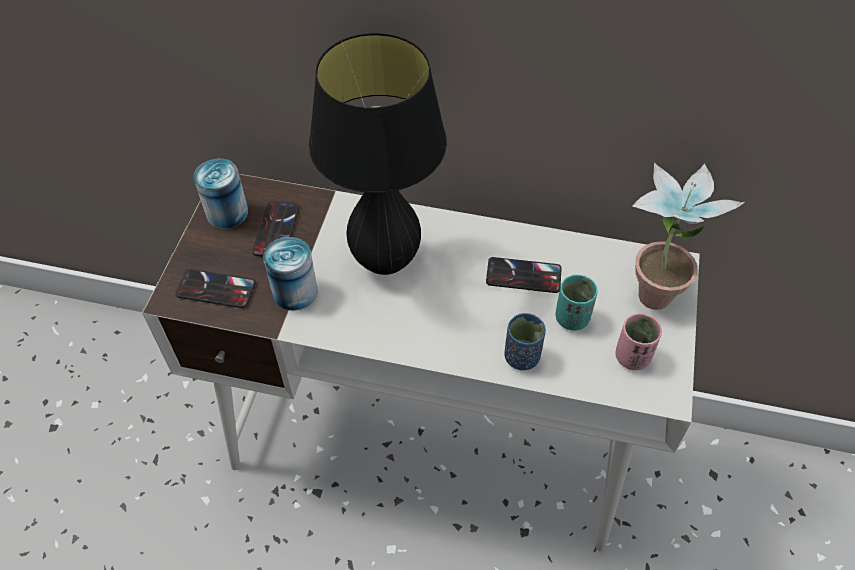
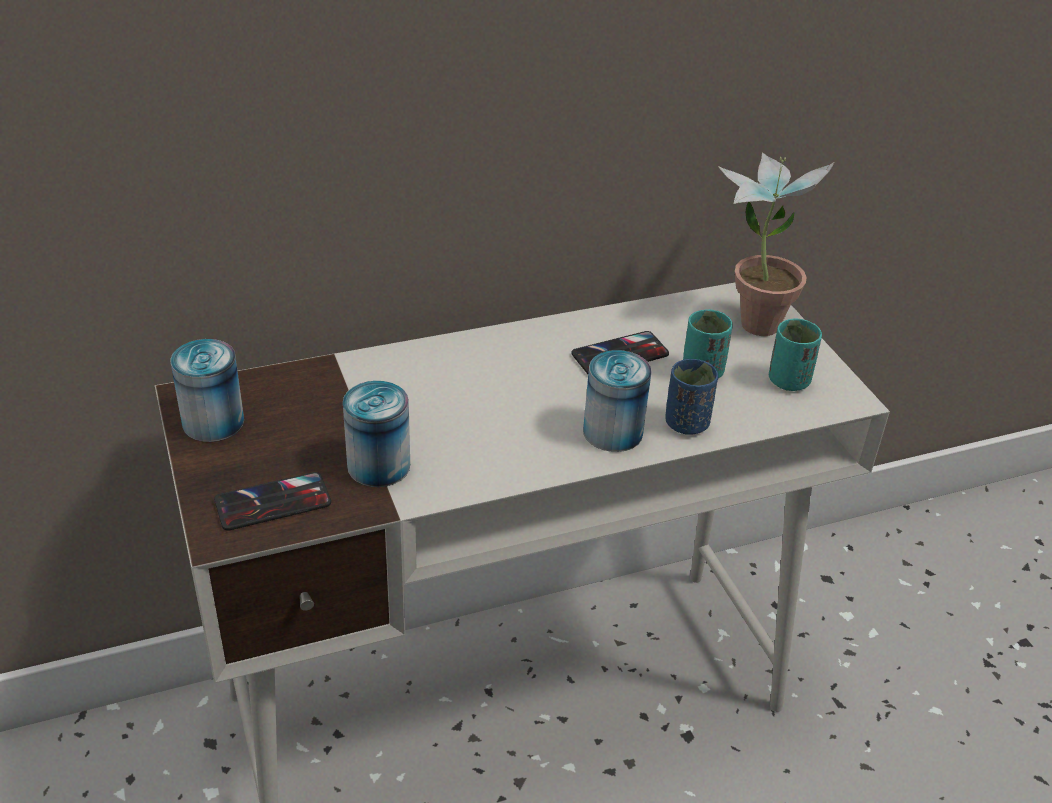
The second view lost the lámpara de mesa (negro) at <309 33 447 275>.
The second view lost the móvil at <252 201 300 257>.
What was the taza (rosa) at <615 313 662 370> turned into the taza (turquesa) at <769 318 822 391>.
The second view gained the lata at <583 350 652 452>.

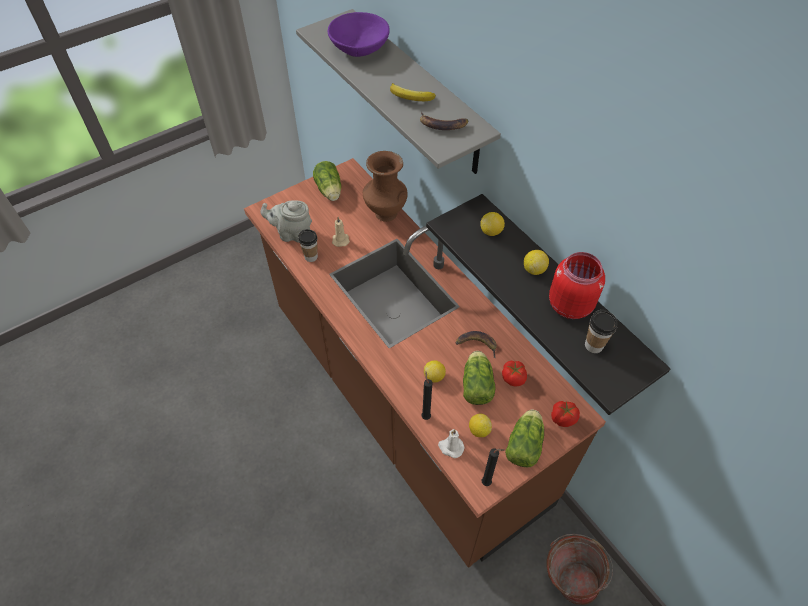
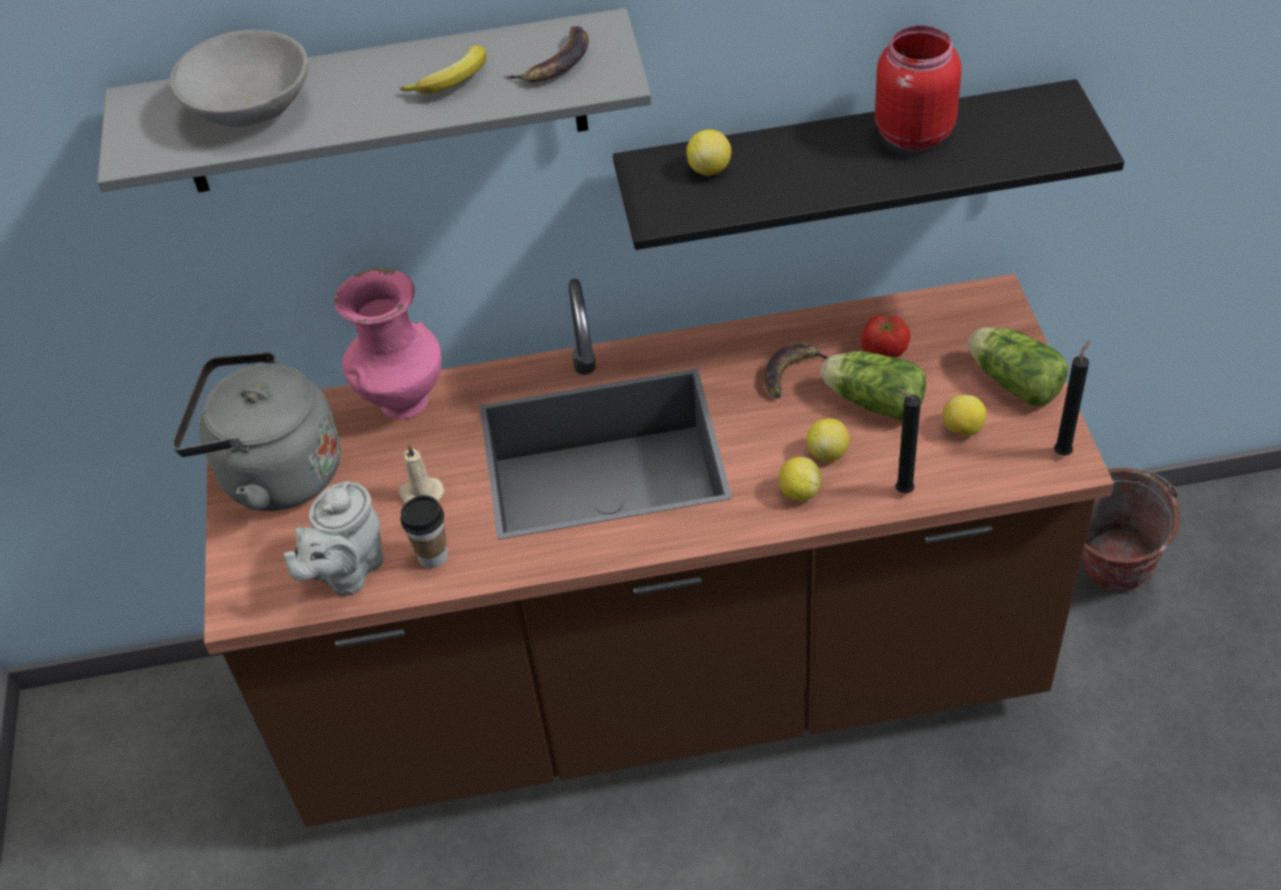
What was the cuenco (morado) at <328 12 390 57> turned into the cuenco (gris) at <170 29 309 127>.
What was the florero (marrón) at <363 151 408 222> turned into the florero (rosa) at <334 268 442 419>.
Where the lechuga stood at <313 161 341 201>, the hervidor (gris) came to stand at <173 352 341 511>.
The limón ended up elsewhere, having gone from <524 250 549 275> to <779 457 822 501>.
The second view lost the taza at <585 310 618 353>.
The second view lost the tomate at <551 401 580 427>.
The second view lost the vela (blanco) at <438 429 465 458>.

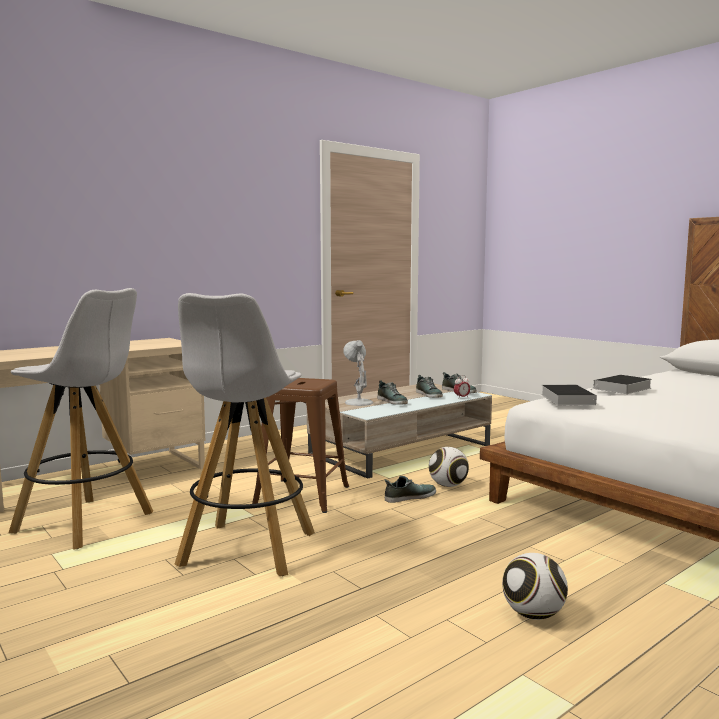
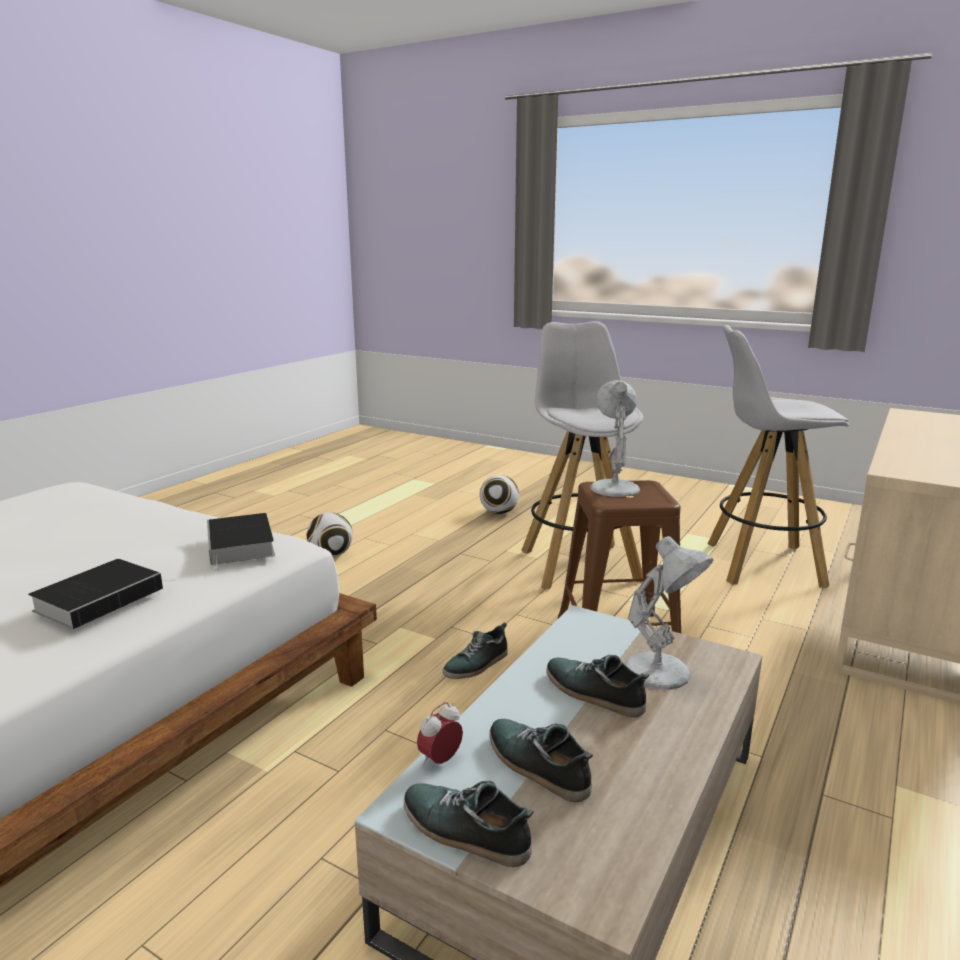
The balón de fútbol ended up elsewhere, having gone from <429 447 469 487> to <480 475 519 514>.
The second view gained the lámpara de mesa (blanco) at <590 380 640 497>.

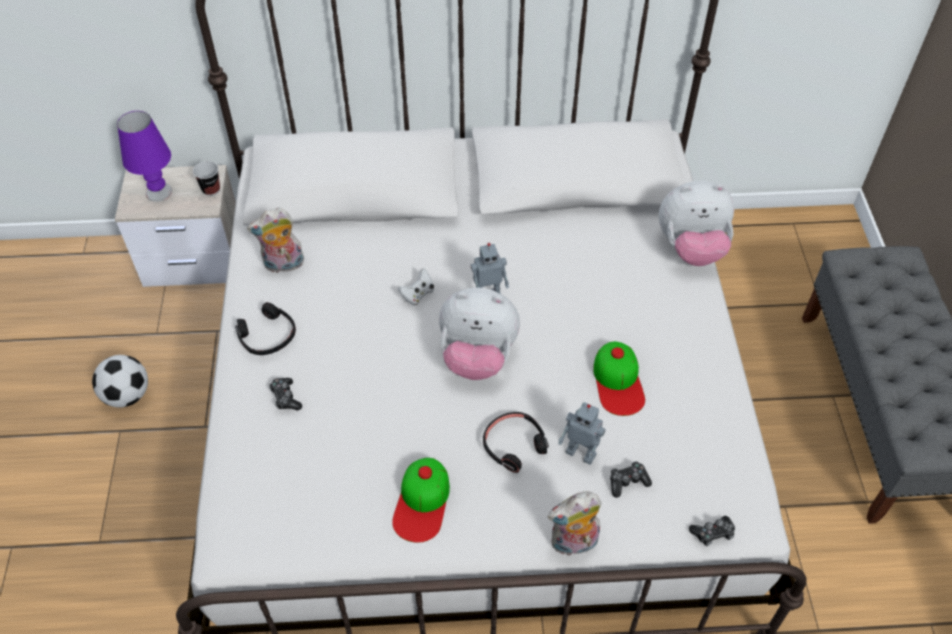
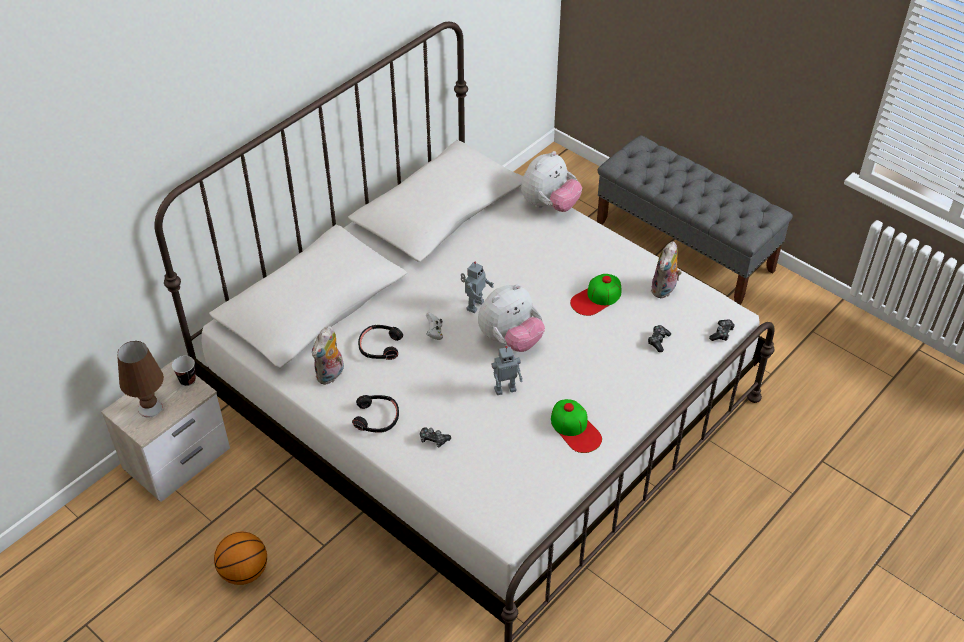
What was the lámpara de mesa (morado) at <117 111 172 202> turned into the lámpara de mesa (marrón) at <117 341 164 417>.
The gorra at <593 341 645 416> ended up facing another way, 105 degrees clockwise from before.
Where the balón de fútbol stood at <92 355 148 407>, the balón de baloncesto came to stand at <214 532 267 585>.
The robot de juguete ended up elsewhere, having gone from <558 402 606 465> to <492 346 523 395>.
The auriculares (negro) ended up elsewhere, having gone from <483 412 549 473> to <358 325 403 360>.
The peluche ended up elsewhere, having gone from <548 492 602 556> to <651 241 682 299>.

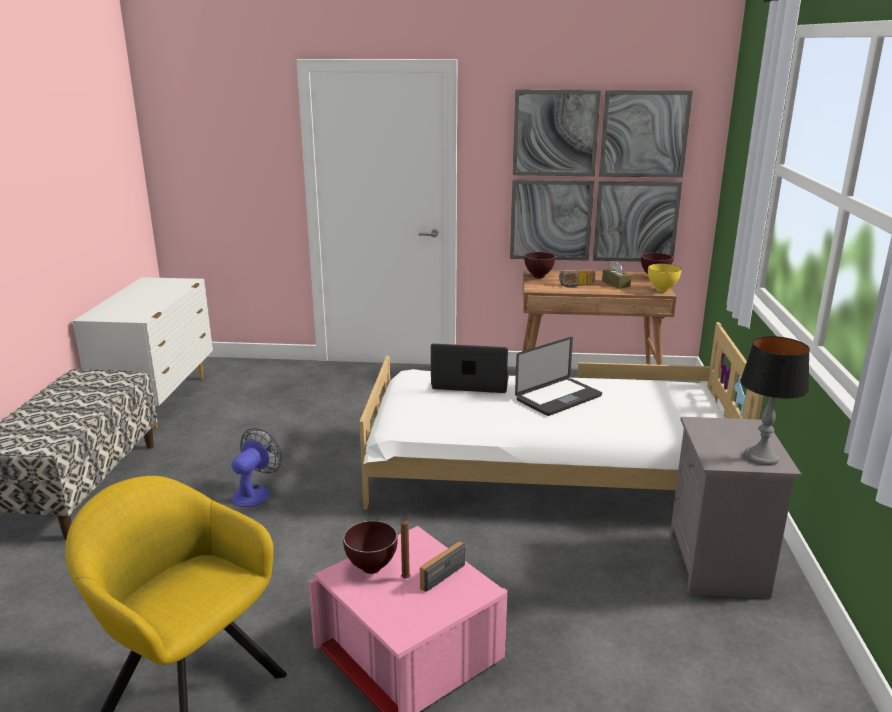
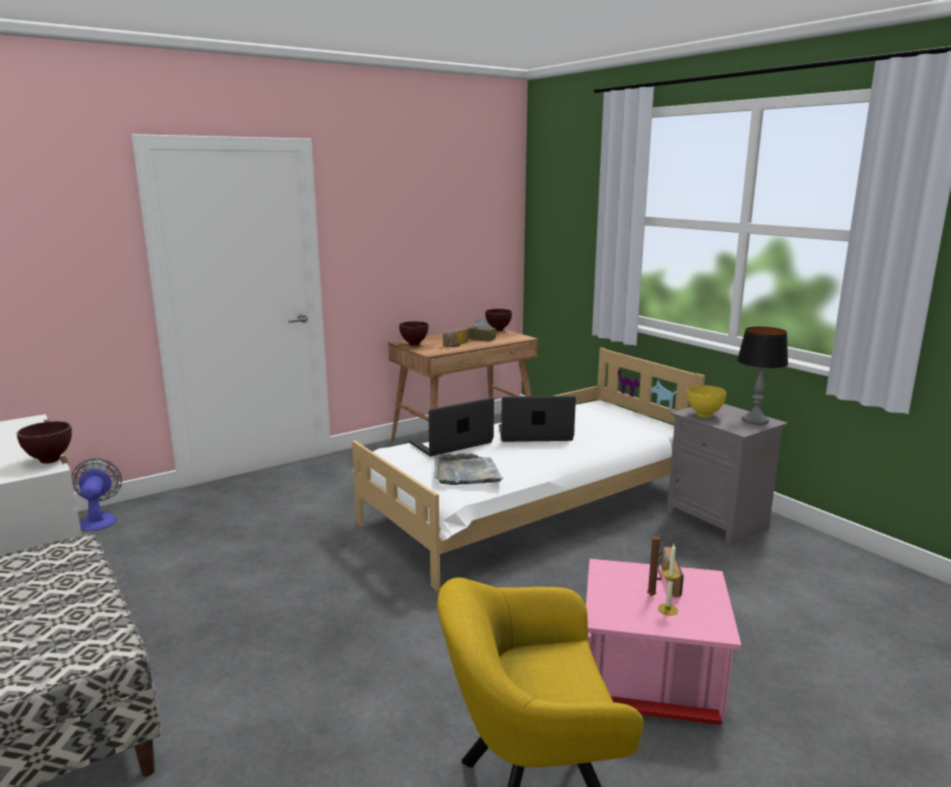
The second view lost the cuadro at <510 89 693 262>.
The cuenco (amarillo) ended up elsewhere, having gone from <648 264 681 292> to <687 385 727 418>.
The portátil at <515 337 602 416> ended up facing another way, 105 degrees counterclockwise from before.
The ventilador ended up elsewhere, having gone from <231 428 282 507> to <71 459 122 531>.
The cuenco (marrón) ended up elsewhere, having gone from <343 520 398 574> to <17 421 72 464>.
The second view gained the bandeja (gris) at <434 453 504 485>.
The second view gained the vela at <658 544 680 616>.

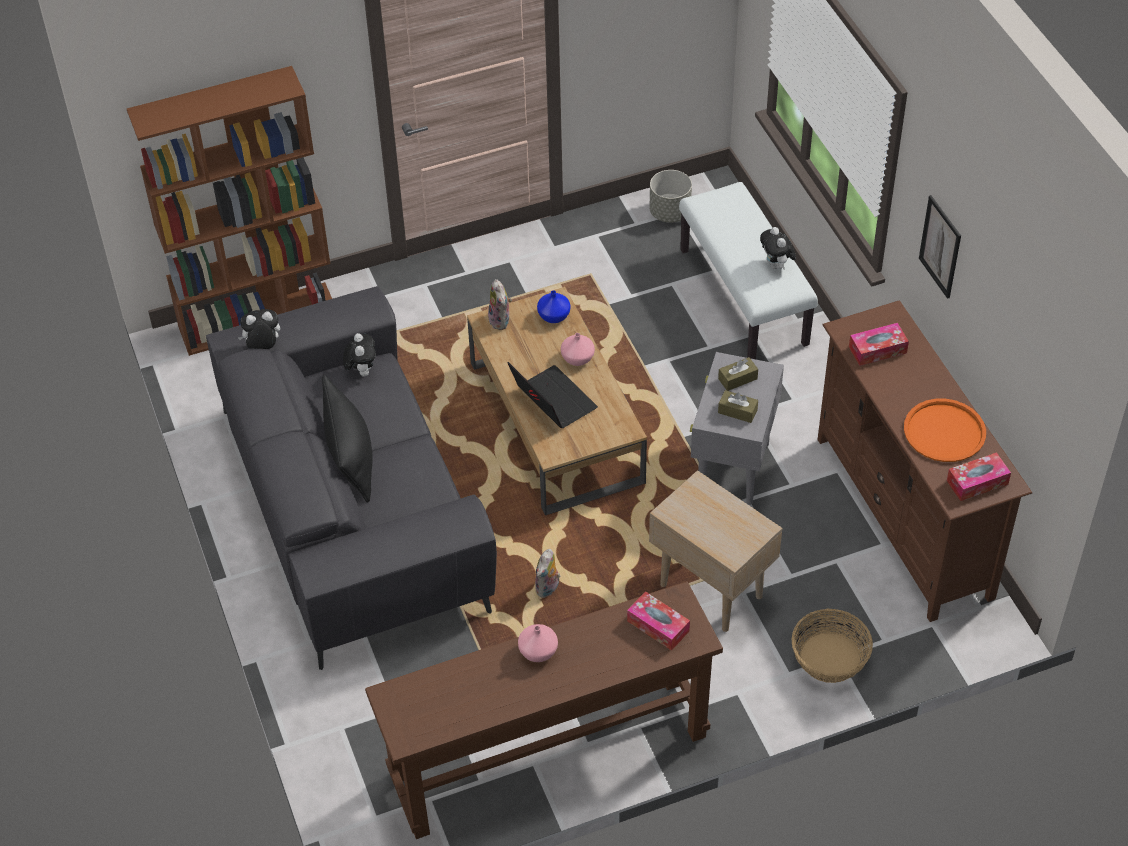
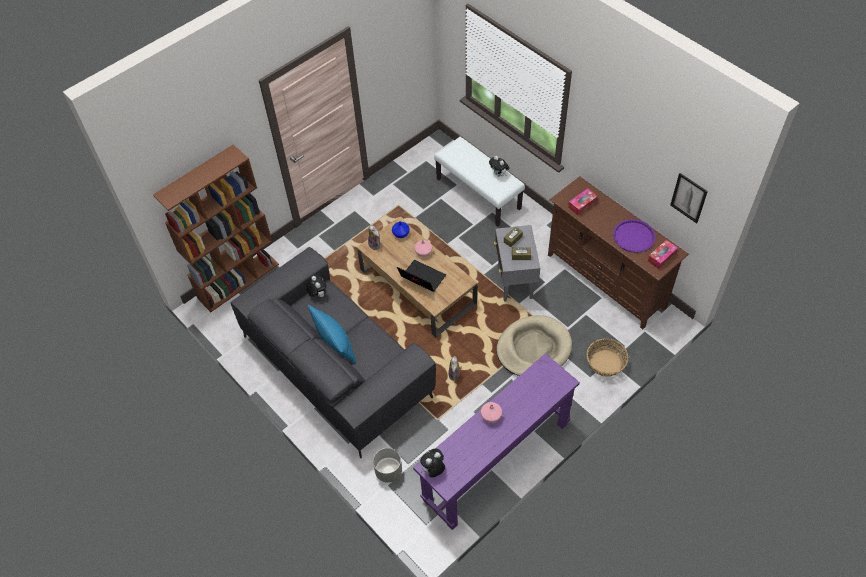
The maceta (gris) ended up elsewhere, having gone from <650 170 692 223> to <373 448 402 483>.
The cuadro ended up elsewhere, having gone from <919 195 961 299> to <670 173 708 223>.
The peluche ended up elsewhere, having gone from <238 309 280 349> to <420 449 445 477>.
What was the cojín (negro) at <322 375 373 503> turned into the cojín (azul) at <308 305 356 364>.
What was the bandeja (naranja) at <904 399 986 462> turned into the bandeja (morado) at <613 219 656 253>.
Where the mesa auxiliar (beis) stood at <649 470 782 632>, the cama para perro (beis) came to stand at <497 315 572 376>.
What was the mesa consola (marrón) at <365 581 723 839> turned into the mesa consola (morado) at <413 353 580 530>.
The second view lost the caja de pañuelos at <627 591 690 651>.

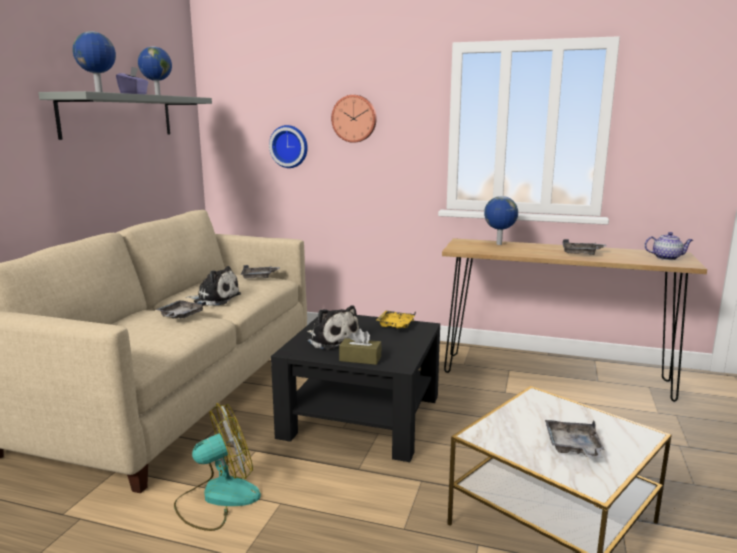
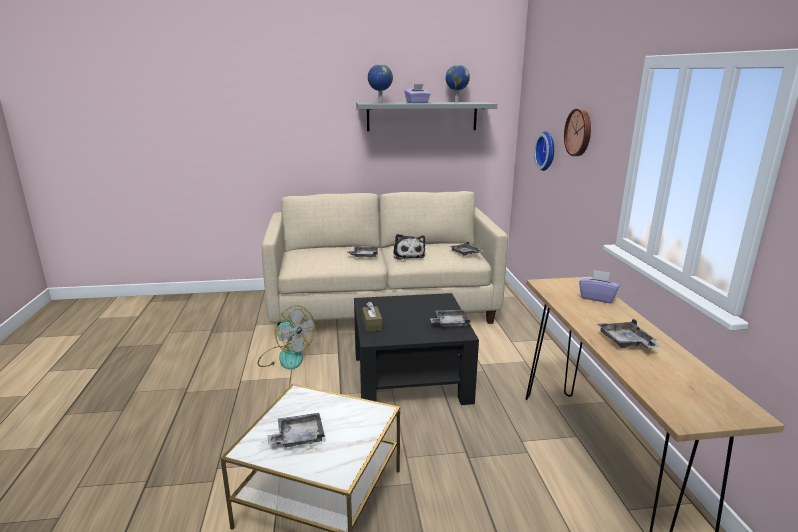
Where the globo terráqueo stood at <484 196 518 245>, the caja de pañuelos (morado) came to stand at <579 270 620 303>.
The second view lost the tetera at <644 232 693 260>.
The second view lost the peluche at <307 305 359 350>.
What was the bandeja (amarillo) at <376 311 416 329> turned into the bandeja (gris) at <430 310 470 327>.

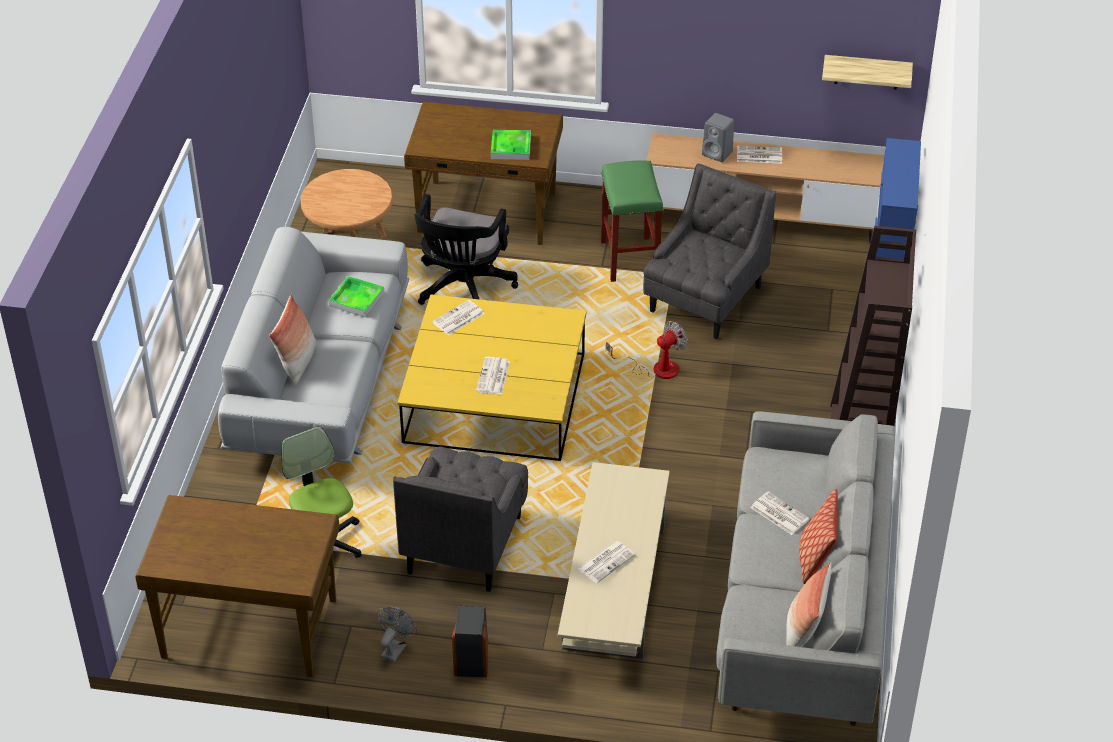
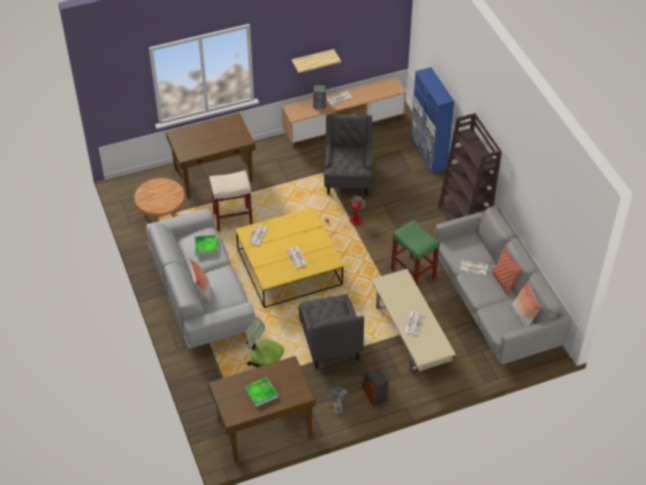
The estante ended up elsewhere, having gone from <822 55 913 90> to <292 49 341 73>.
The bandeja ended up elsewhere, having gone from <491 130 531 160> to <245 377 278 407>.
The taburete (verde) ended up elsewhere, having gone from <601 160 663 282> to <391 220 440 285>.
Where the silla de oficina (negro) stood at <414 194 518 305>, the taburete (beis) came to stand at <209 170 253 231>.

